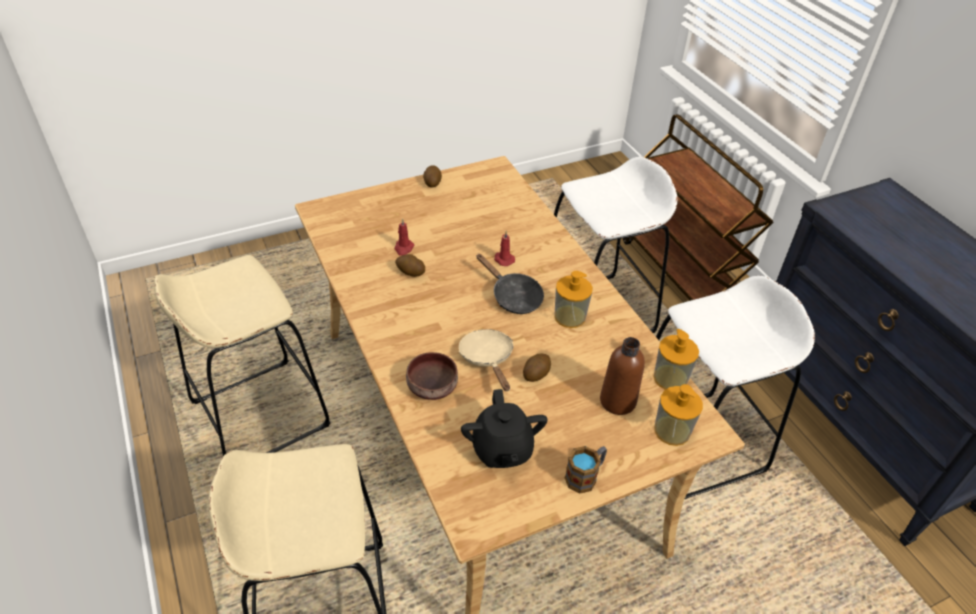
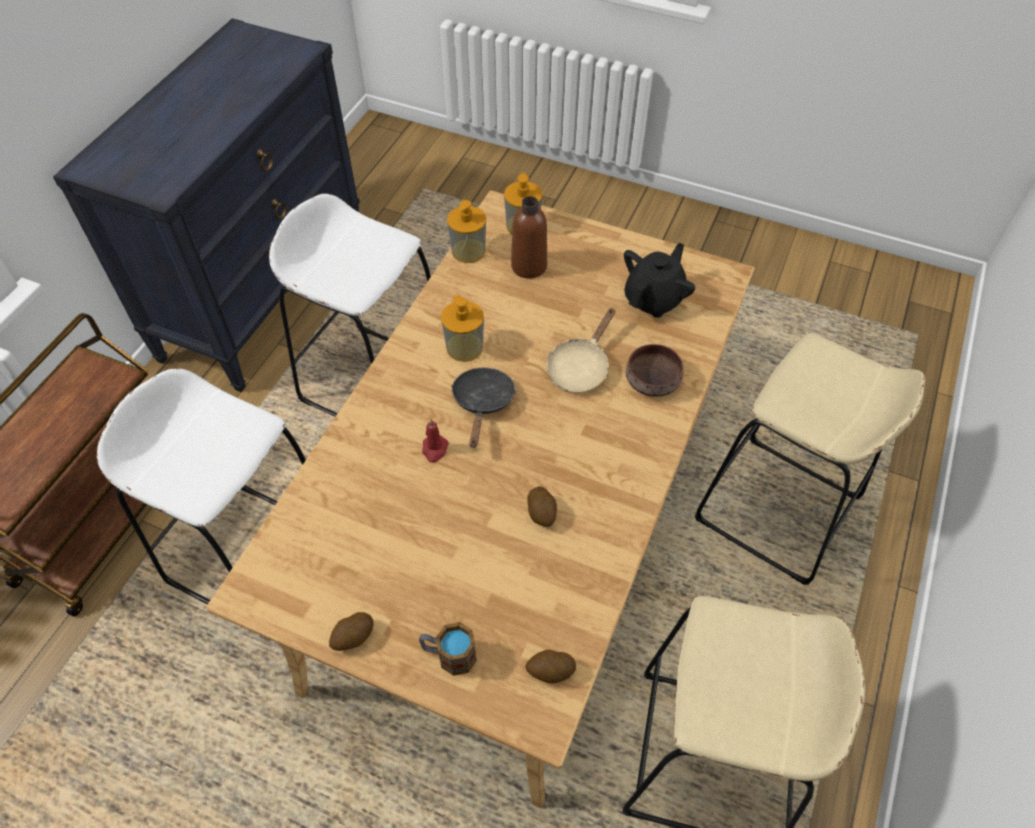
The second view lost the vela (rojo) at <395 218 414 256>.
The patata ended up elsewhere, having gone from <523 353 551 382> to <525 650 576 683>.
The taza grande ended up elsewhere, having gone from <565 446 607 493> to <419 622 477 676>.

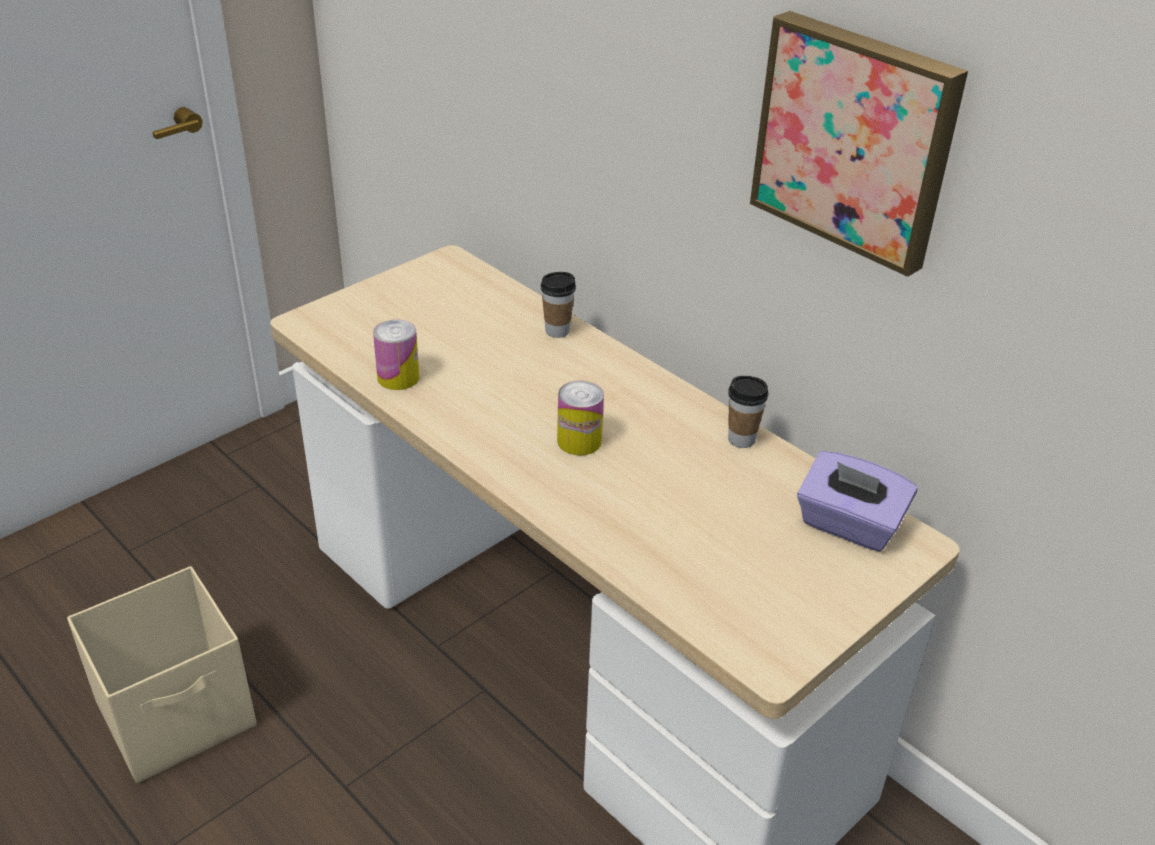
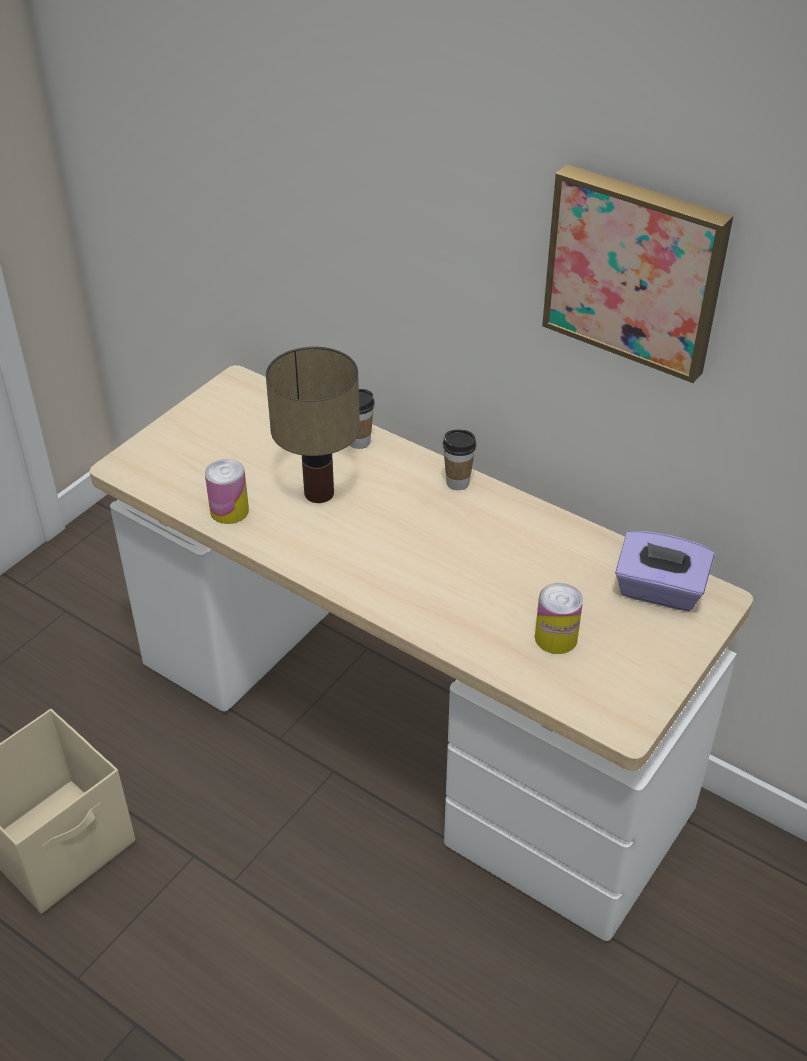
The taza ended up elsewhere, having gone from <728 376 768 448> to <443 429 476 490>.
The lata ended up elsewhere, having gone from <557 380 604 456> to <535 583 583 654>.
The second view gained the lámpara de mesa at <266 346 360 503>.

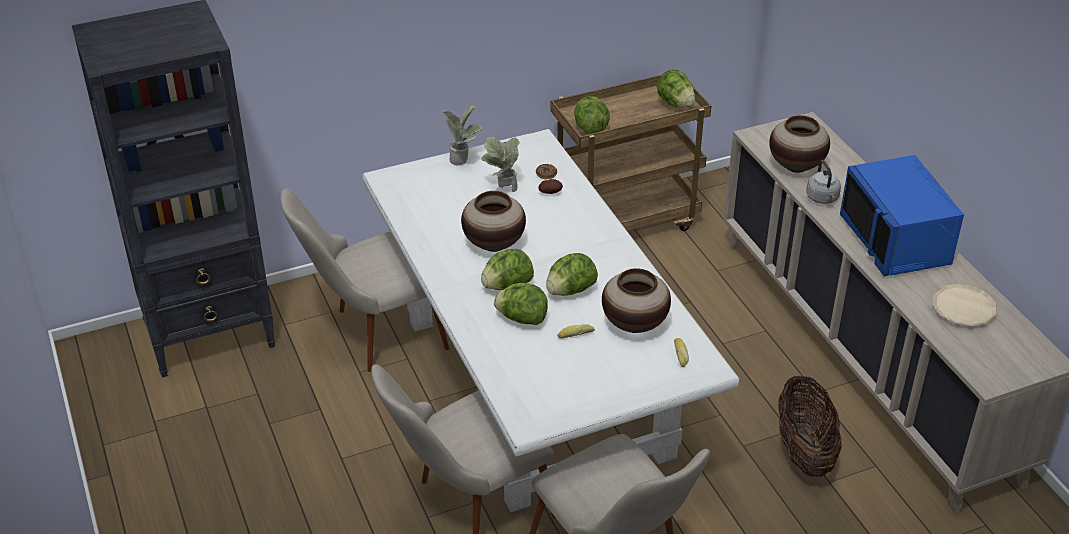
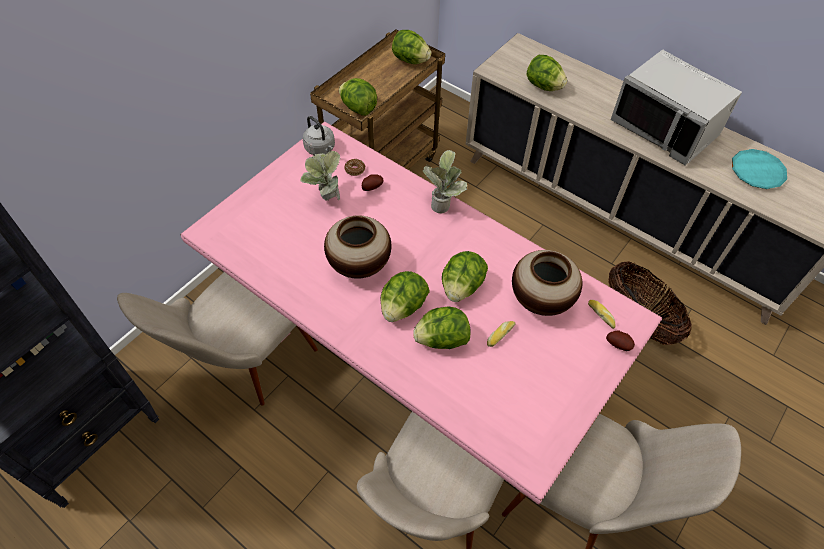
The planta en maceta ended up elsewhere, having gone from <442 105 483 166> to <423 150 467 213>.
Where the florero stood at <769 115 830 173>, the lechuga came to stand at <527 55 567 91>.
What was the mesa de comedor (blanco) at <362 129 739 512> turned into the mesa de comedor (rosa) at <180 122 662 504>.
What was the microondas (azul) at <840 155 964 276> turned into the microondas (gris) at <611 49 742 165>.
The hervidor (gris) ended up elsewhere, having gone from <806 160 841 204> to <303 116 335 155>.
What was the plato (beis) at <933 283 997 327> turned into the plato (turquesa) at <732 149 787 189>.
The second view gained the patata at <606 330 635 351>.

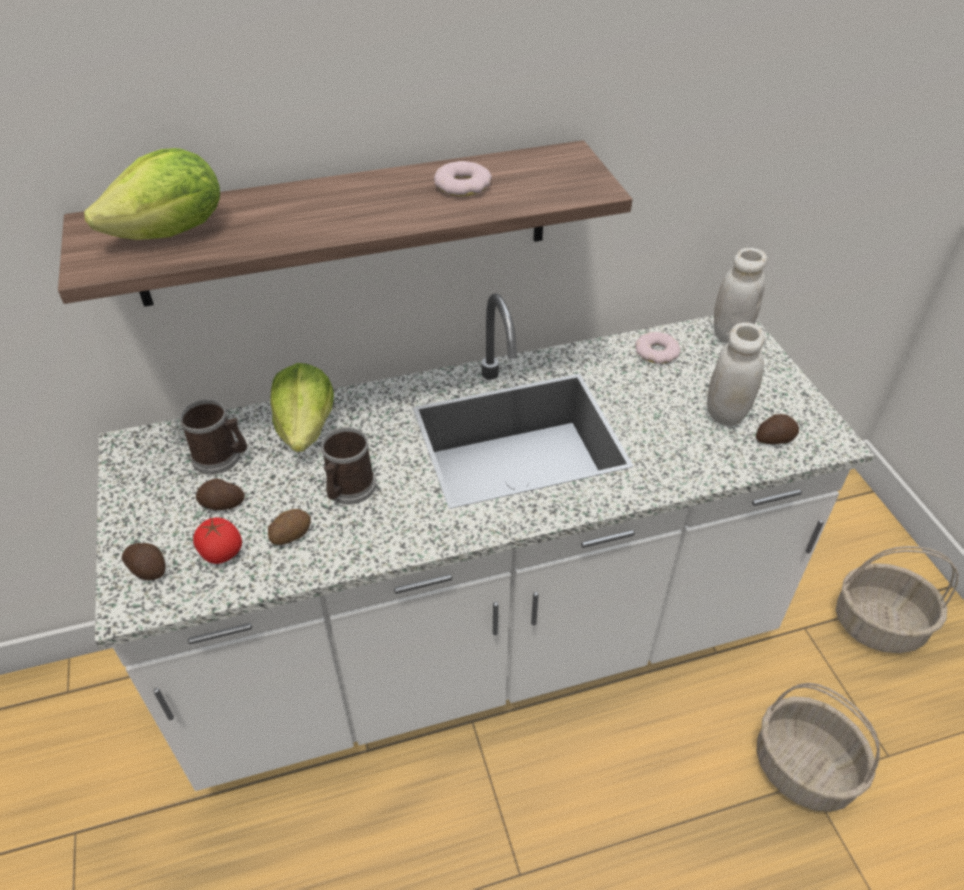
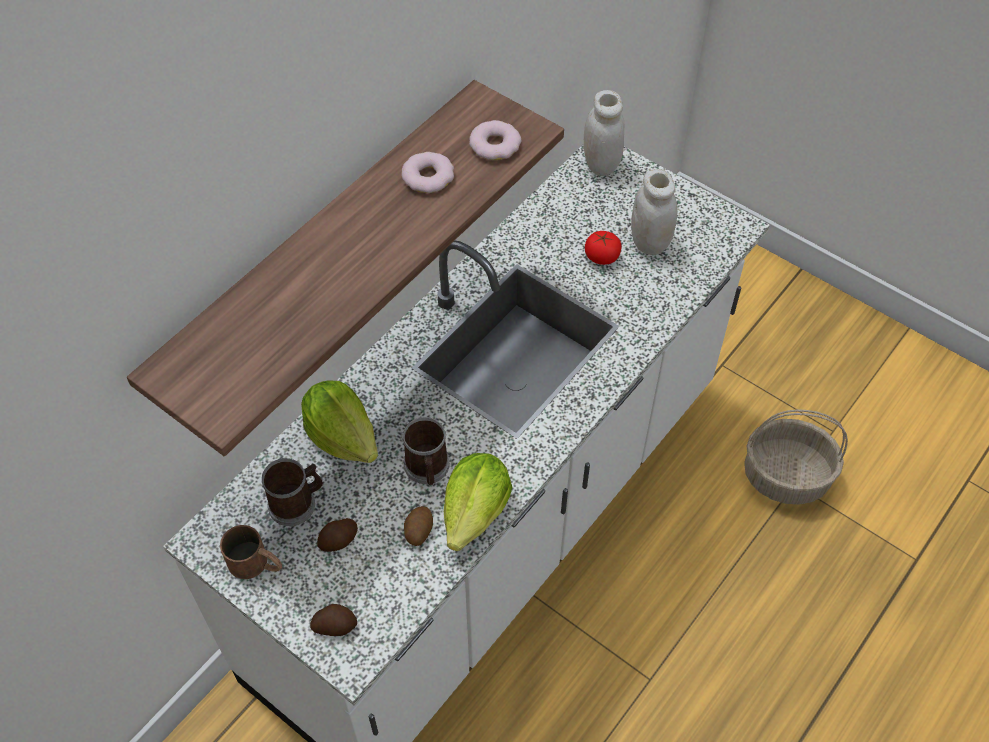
The lechuga ended up elsewhere, having gone from <84 148 220 240> to <444 453 512 551>.
The rosquilla ended up elsewhere, having gone from <635 332 681 364> to <469 120 521 160>.
The second view lost the patata at <756 414 799 444>.
The tomate ended up elsewhere, having gone from <193 517 242 564> to <585 231 622 265>.
The second view lost the cesta at <836 546 959 653>.
The second view gained the taza grande (marrón) at <220 525 282 579>.

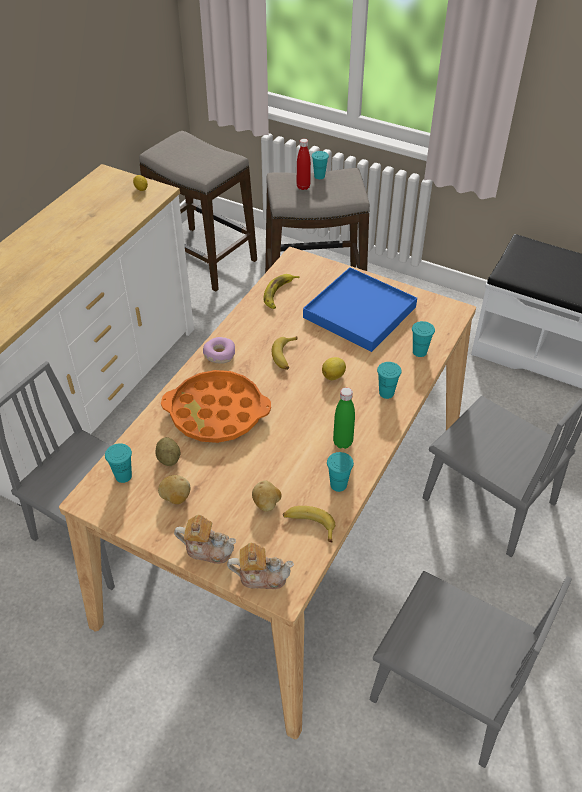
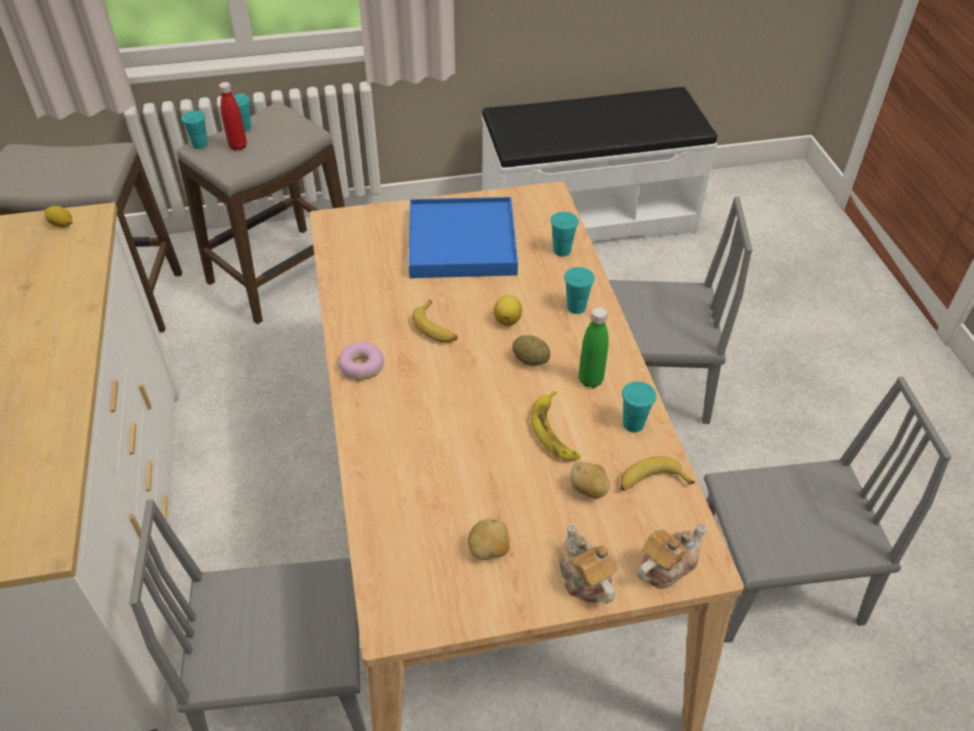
The plátano ended up elsewhere, having gone from <263 274 299 309> to <530 391 580 460>.
The second view lost the bandeja (naranja) at <161 370 271 443>.
The patata ended up elsewhere, having gone from <155 437 180 466> to <512 335 550 366>.
The taza (turquesa) ended up elsewhere, having gone from <105 443 132 483> to <181 110 208 149>.
The tetera at <174 514 236 564> ended up facing another way, 90 degrees counterclockwise from before.

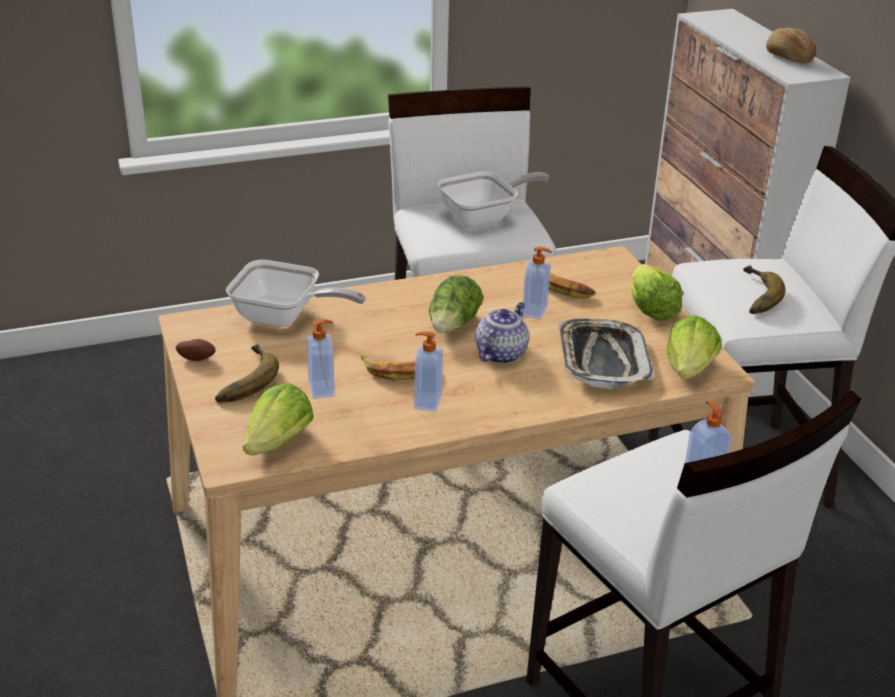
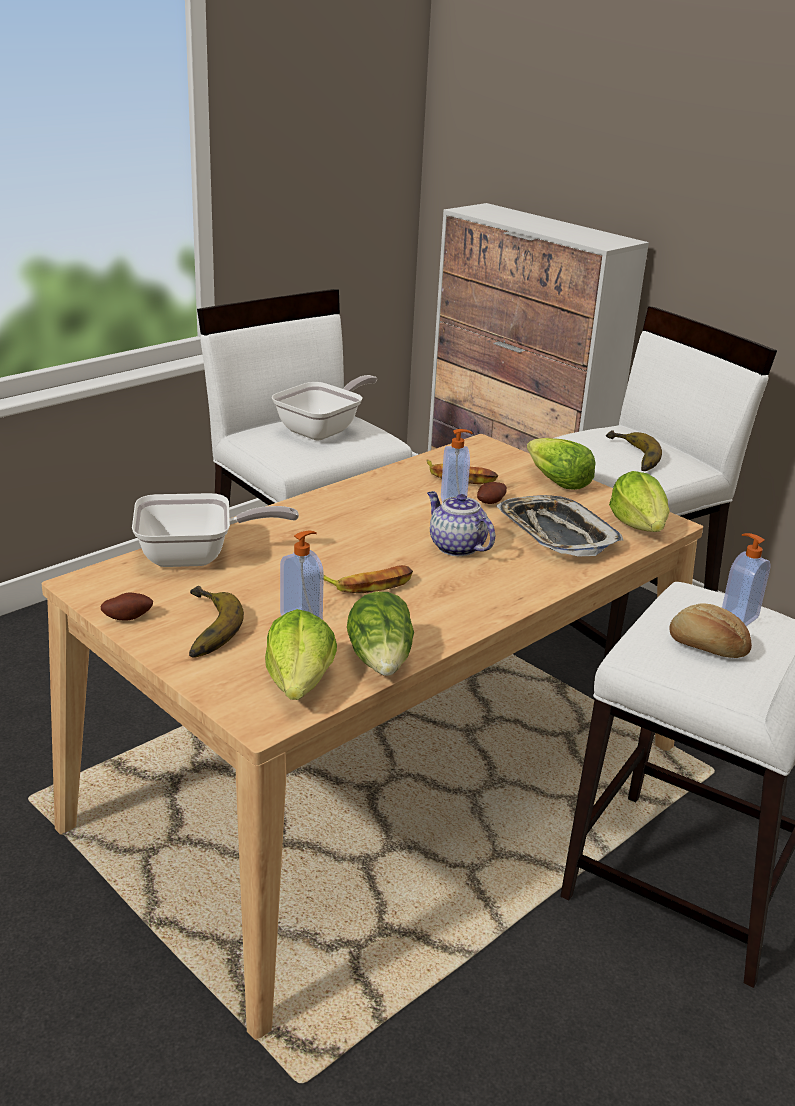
The pan ended up elsewhere, having gone from <766 28 815 64> to <669 604 752 658>.
The lechuga ended up elsewhere, having gone from <429 275 483 333> to <347 592 414 676>.
The tetera at <475 302 529 364> ended up facing another way, 45 degrees counterclockwise from before.
The second view lost the dispensador de jabón at <414 331 443 412>.
The second view gained the patata at <477 482 507 504>.

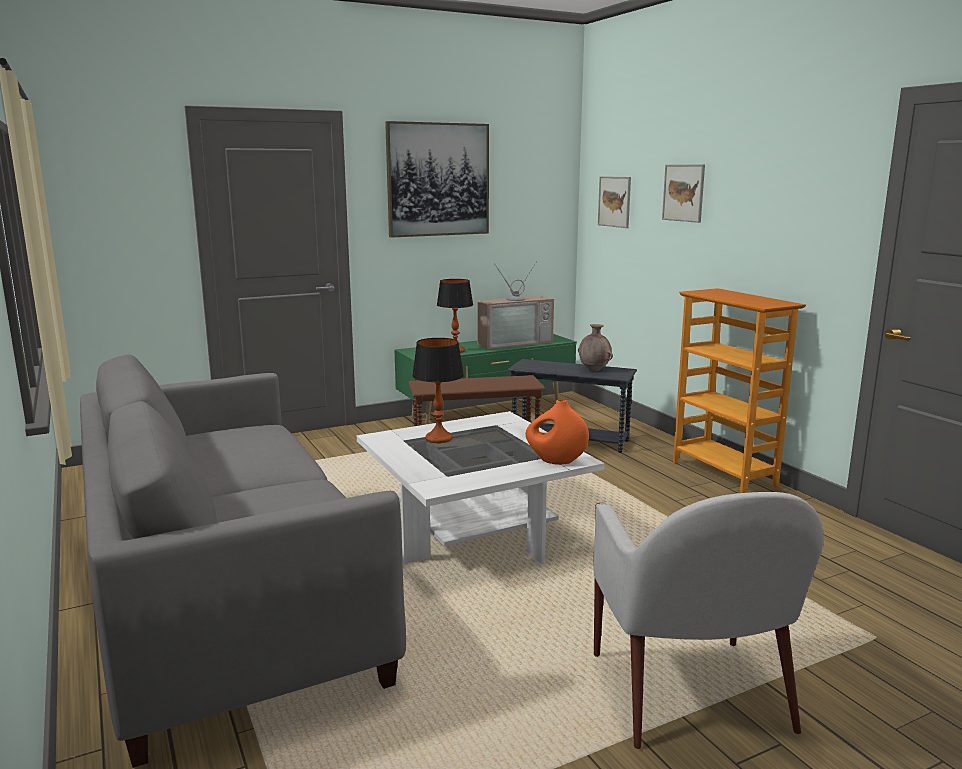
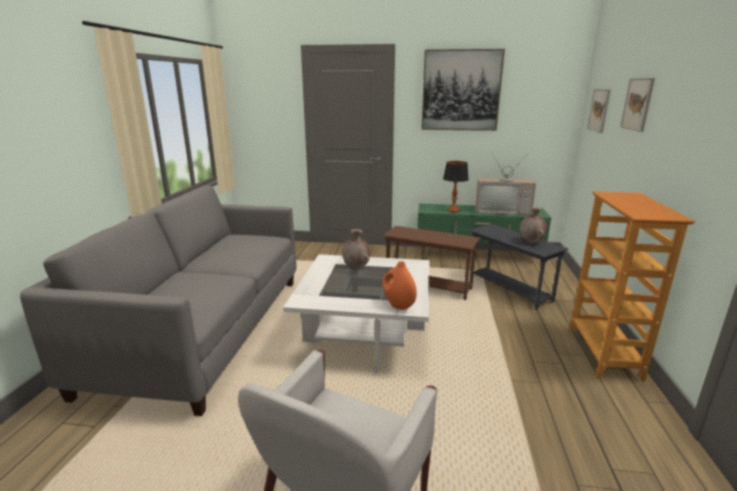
Where the lámpara de mesa stood at <412 338 464 443>, the florero (marrón) came to stand at <342 229 370 270>.

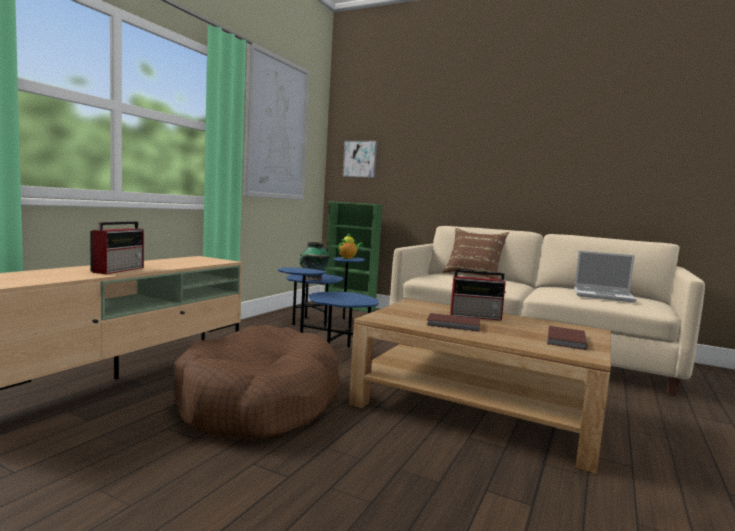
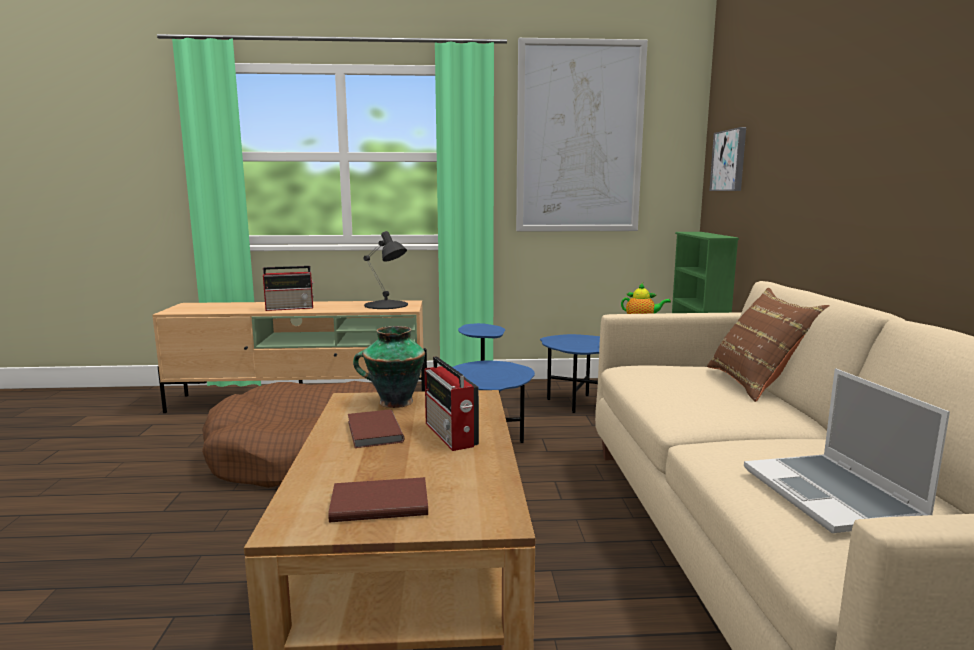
The florero ended up elsewhere, having gone from <299 242 330 280> to <353 326 425 408>.
The second view gained the lámpara de mesa (negro) at <363 231 408 309>.

